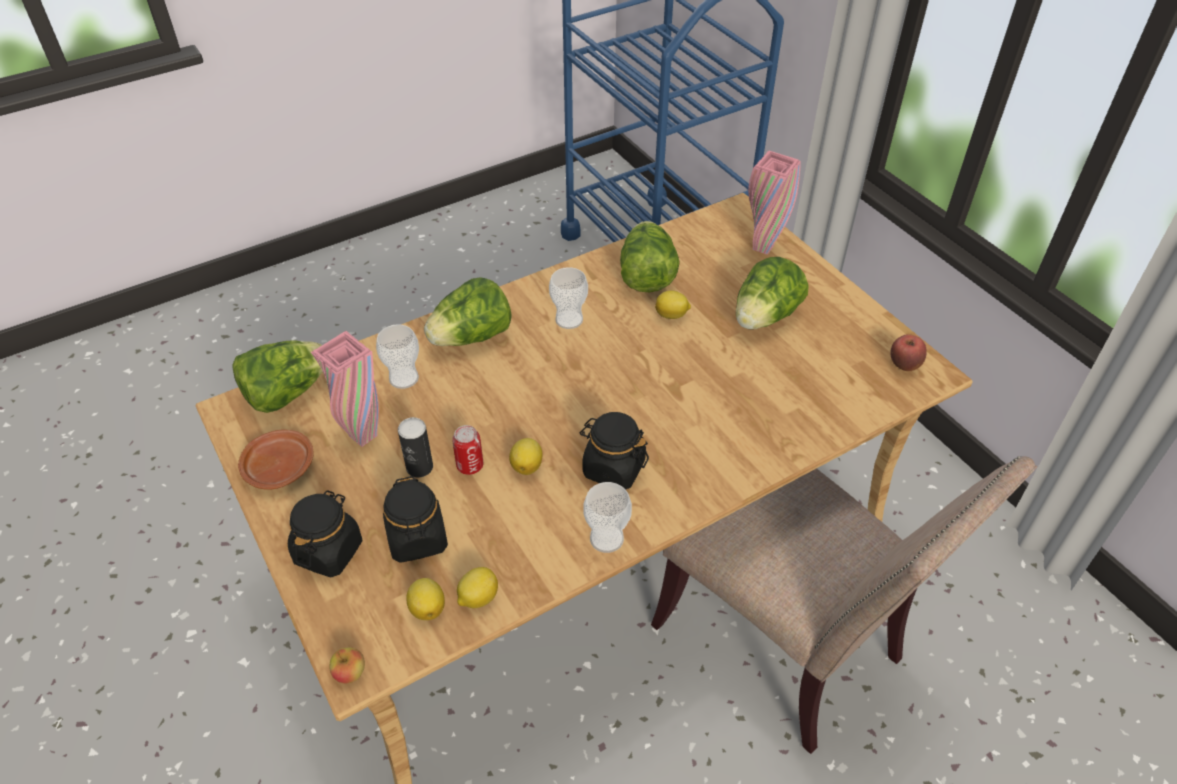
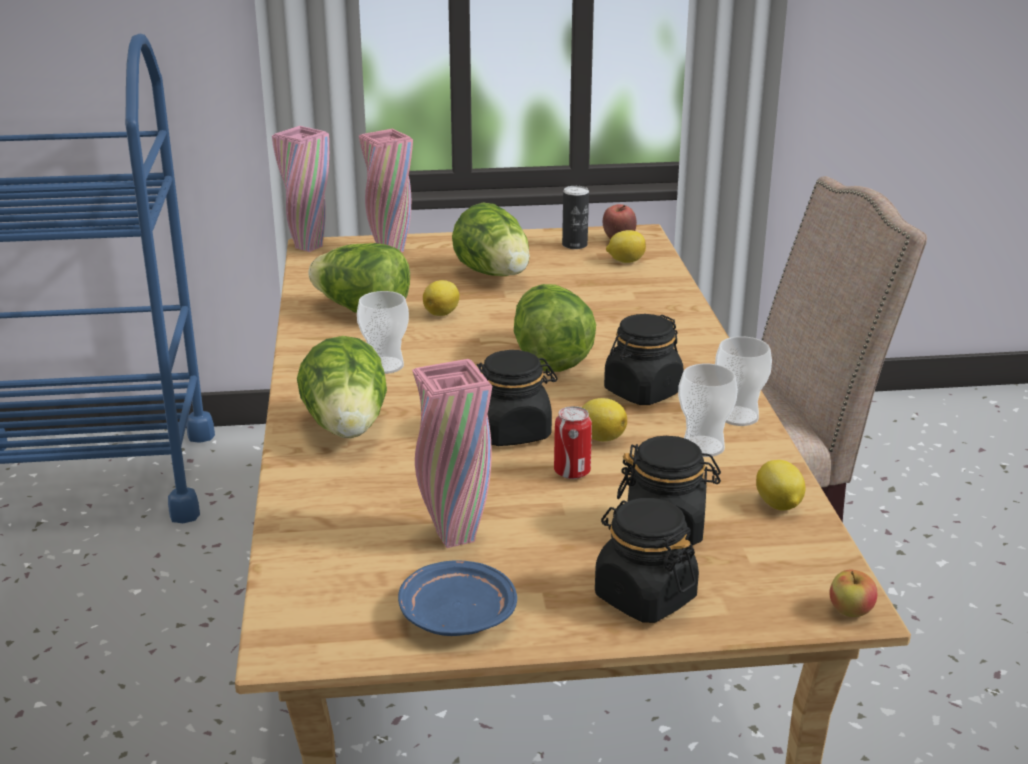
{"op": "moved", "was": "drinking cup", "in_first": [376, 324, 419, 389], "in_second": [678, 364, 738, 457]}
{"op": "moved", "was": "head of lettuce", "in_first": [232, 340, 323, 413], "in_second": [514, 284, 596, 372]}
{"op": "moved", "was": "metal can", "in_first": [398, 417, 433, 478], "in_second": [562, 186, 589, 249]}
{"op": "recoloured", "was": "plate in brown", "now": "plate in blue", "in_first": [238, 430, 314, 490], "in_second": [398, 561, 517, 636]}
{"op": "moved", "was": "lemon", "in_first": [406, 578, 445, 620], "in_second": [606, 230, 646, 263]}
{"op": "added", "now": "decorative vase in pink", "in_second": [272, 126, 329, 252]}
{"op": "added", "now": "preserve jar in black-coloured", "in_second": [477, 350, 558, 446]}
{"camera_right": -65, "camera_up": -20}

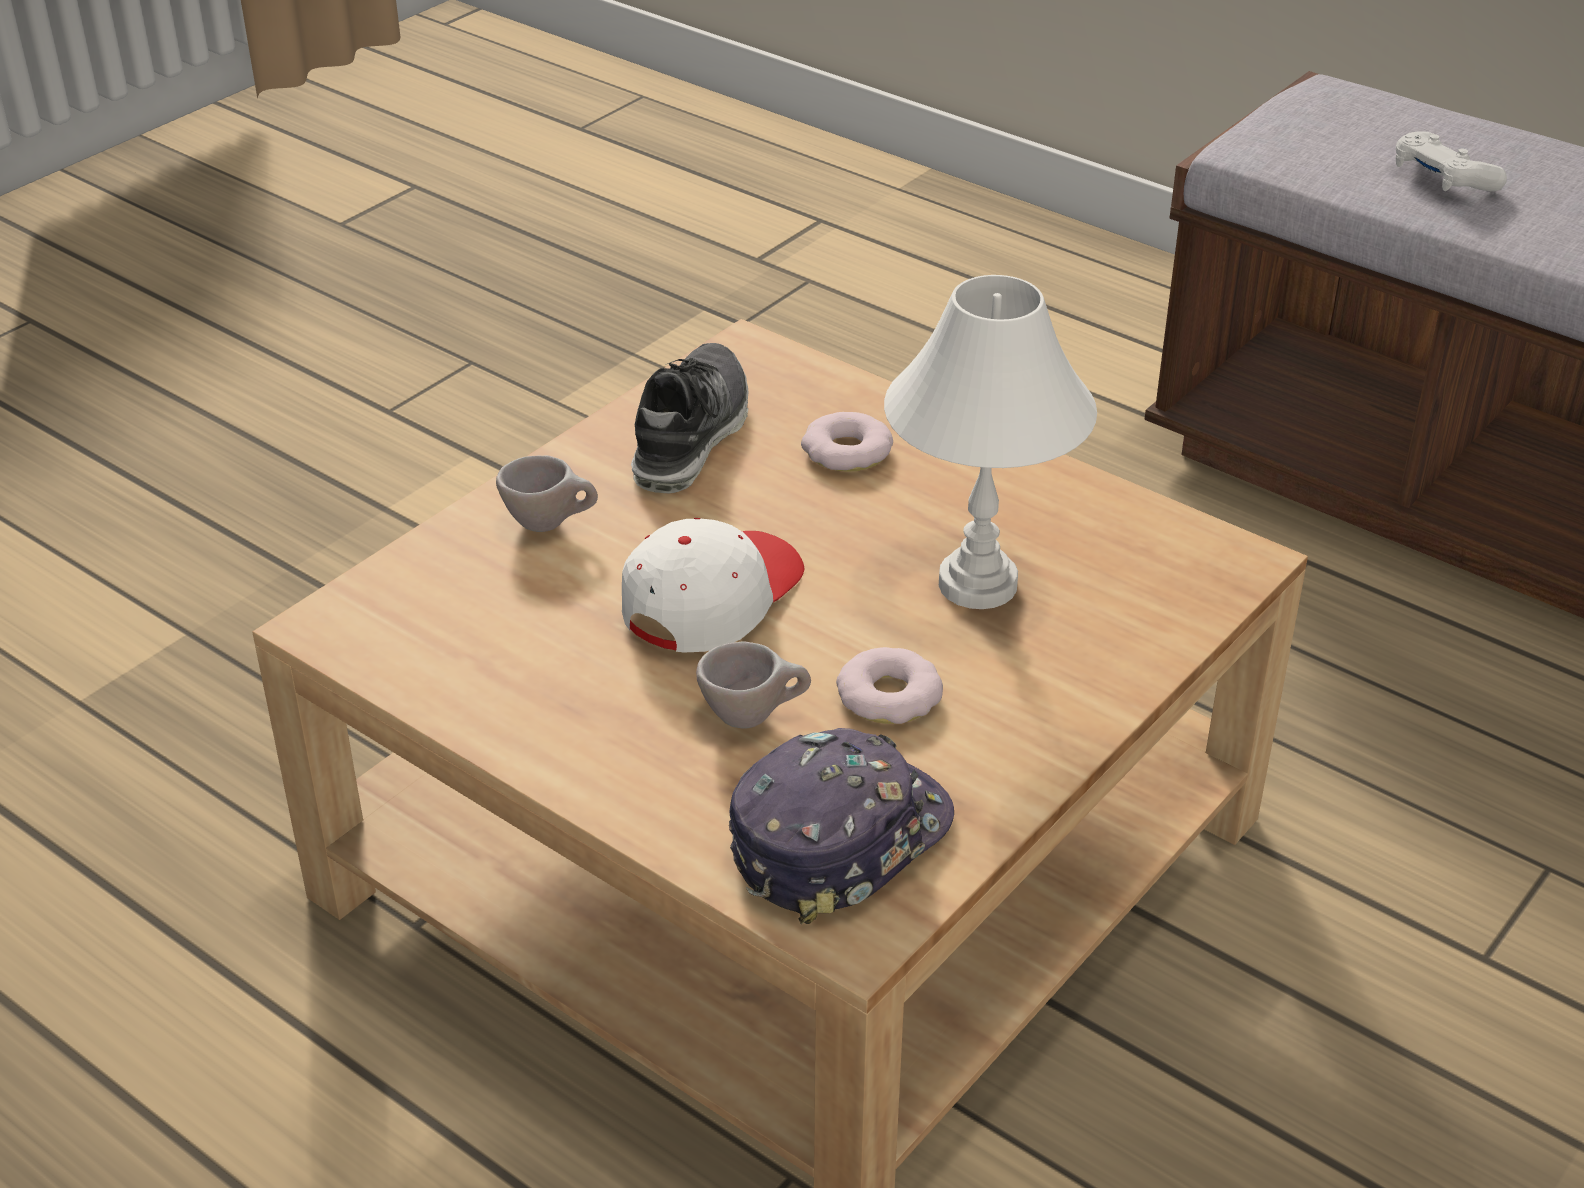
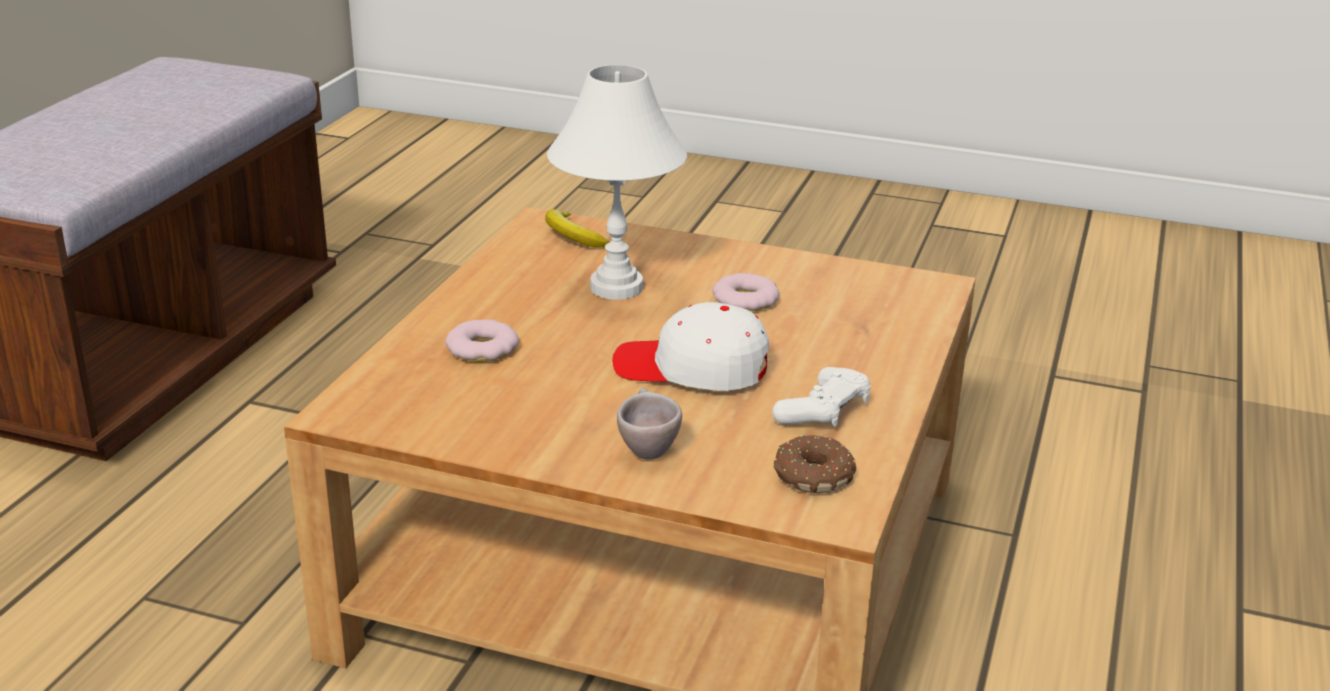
{"op": "moved", "was": "gamepad in whitish", "in_first": [1396, 131, 1507, 192], "in_second": [772, 367, 871, 427]}
{"op": "removed", "was": "shoe", "in_first": [631, 343, 748, 493]}
{"op": "removed", "was": "drinking cup in beige-coloured", "in_first": [696, 641, 811, 729]}
{"op": "removed", "was": "baseball cap", "in_first": [729, 728, 954, 924]}
{"op": "added", "now": "banana", "in_second": [545, 209, 609, 248]}
{"op": "added", "now": "donut", "in_second": [774, 435, 856, 493]}
{"camera_right": -110, "camera_up": -10}

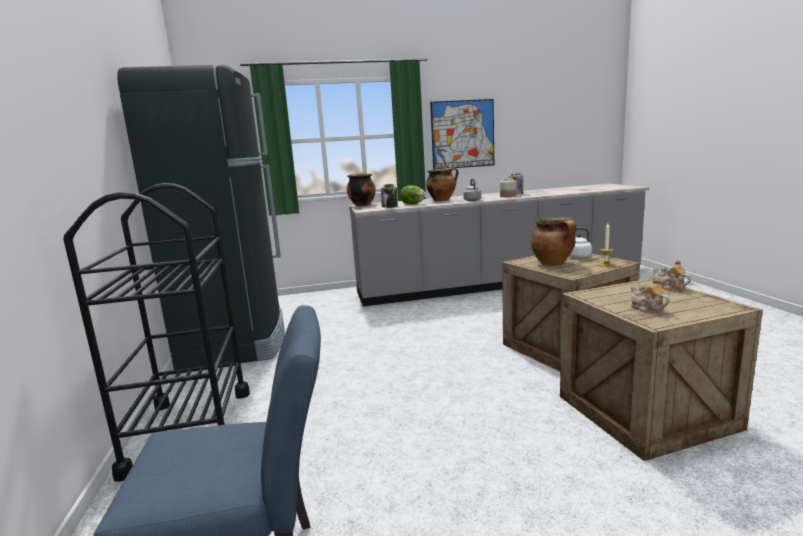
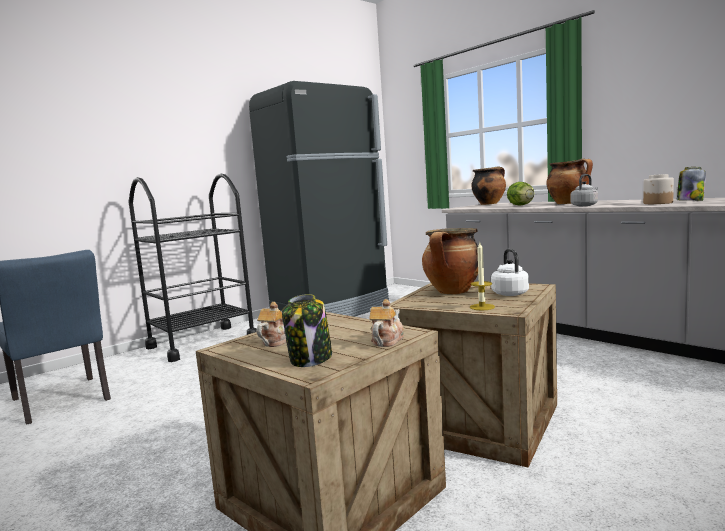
{"op": "removed", "was": "wall art", "in_first": [430, 99, 494, 170]}
{"op": "moved", "was": "preserve jar", "in_first": [381, 184, 398, 208], "in_second": [282, 294, 332, 367]}
{"camera_right": 60, "camera_up": -5}

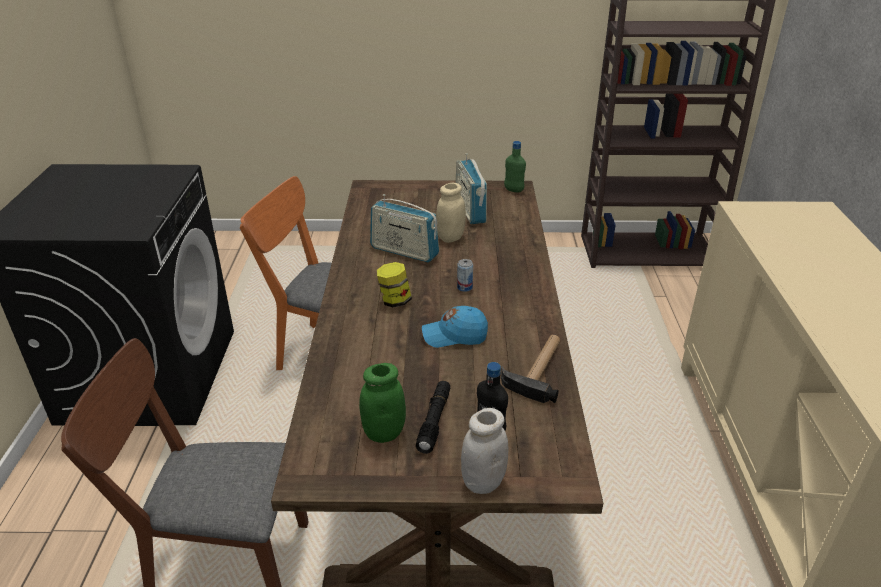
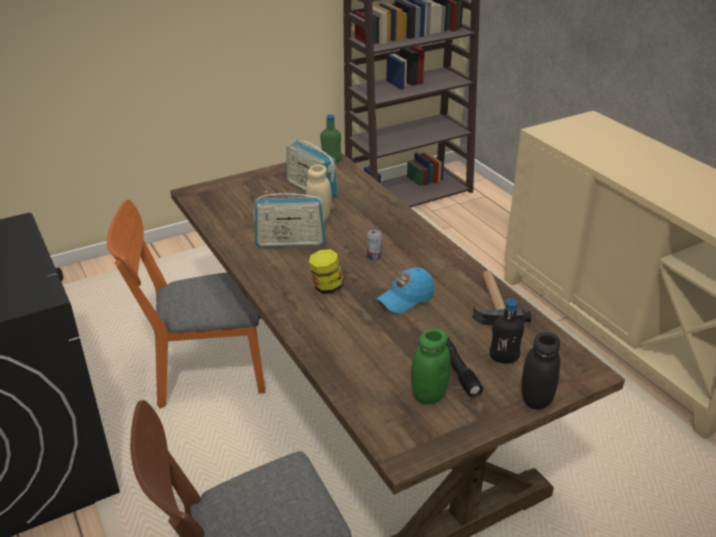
{"op": "recoloured", "was": "preserve jar in whitish", "now": "preserve jar in black-coloured", "in_first": [461, 408, 508, 494], "in_second": [522, 332, 560, 409]}
{"camera_right": -30, "camera_up": 0}

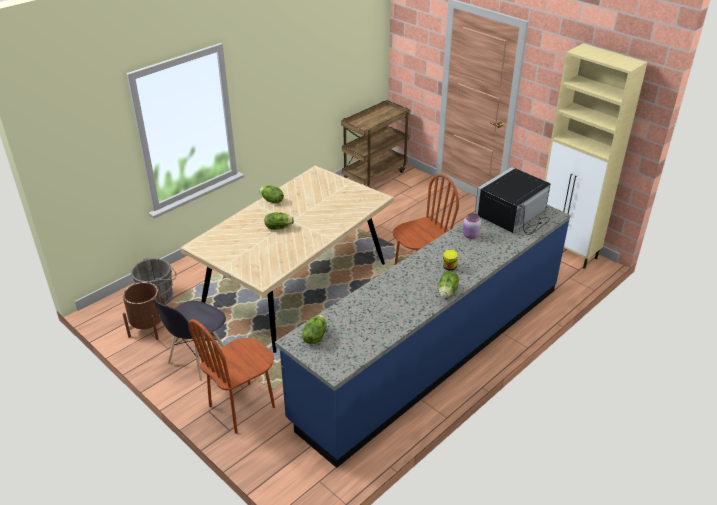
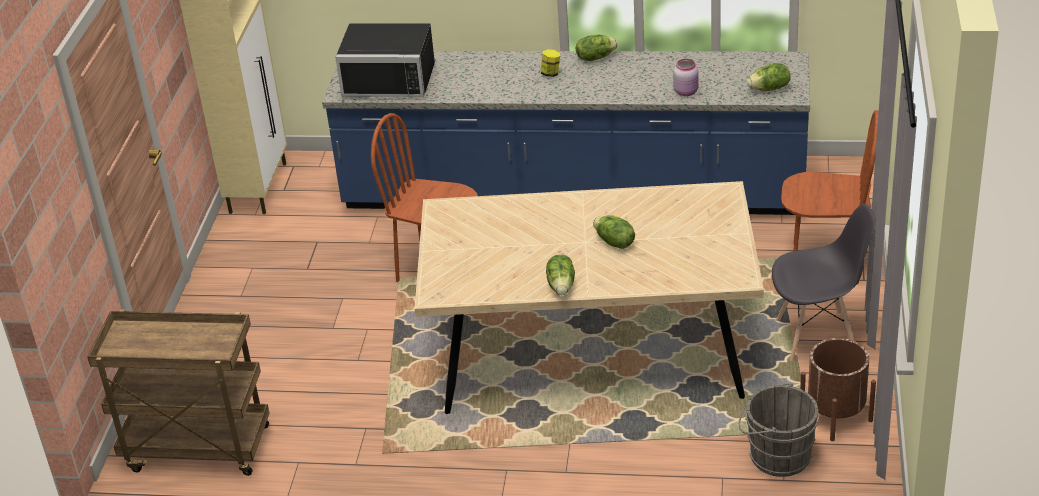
{"op": "moved", "was": "preserve jar in pink", "in_first": [463, 213, 481, 239], "in_second": [673, 59, 699, 96]}
{"camera_right": -125, "camera_up": 0}

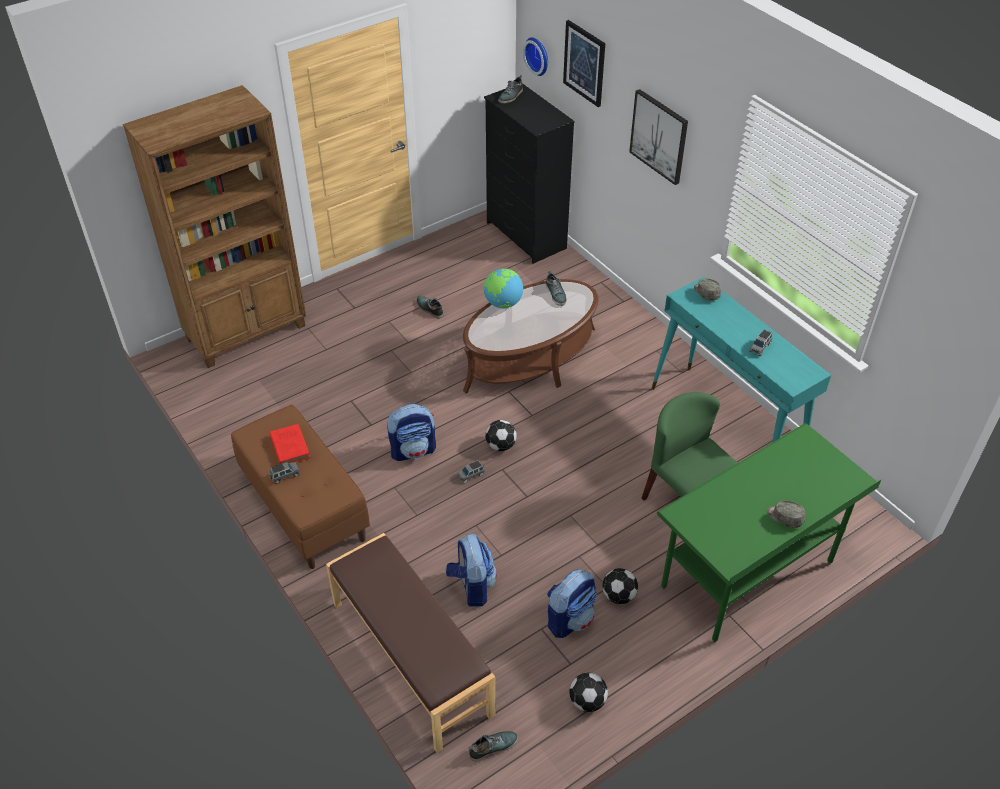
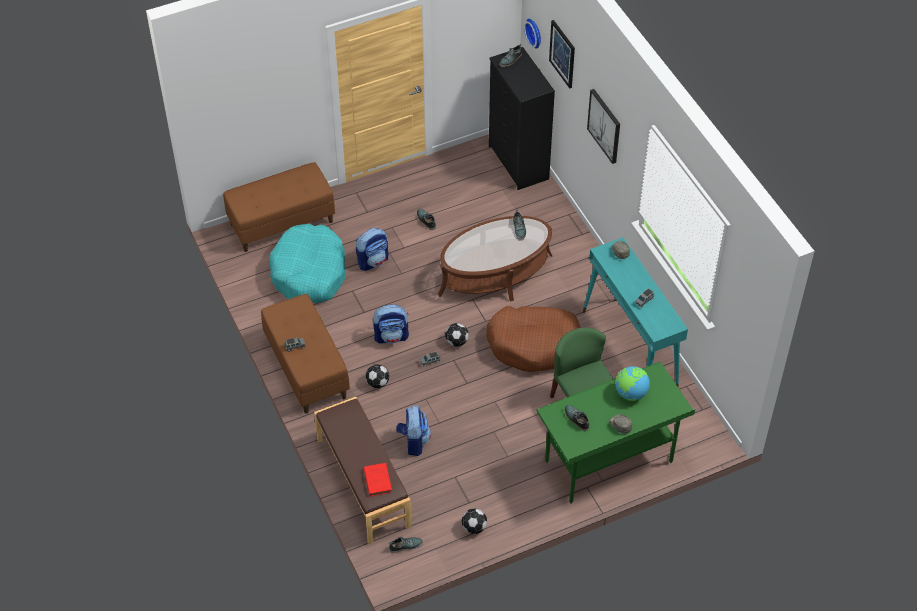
{"op": "replaced", "was": "bookcase in brown", "now": "bench in brown", "in_first": [123, 85, 306, 368], "in_second": [223, 162, 335, 252]}
{"op": "moved", "was": "desk globe", "in_first": [483, 268, 523, 308], "in_second": [615, 366, 650, 401]}
{"op": "moved", "was": "volume in red", "in_first": [270, 424, 310, 464], "in_second": [364, 463, 392, 497]}
{"op": "moved", "was": "ball for football", "in_first": [603, 568, 638, 604], "in_second": [365, 364, 389, 388]}
{"op": "moved", "was": "knapsack", "in_first": [547, 569, 597, 638], "in_second": [356, 228, 389, 271]}
{"op": "added", "now": "dog bed in blue-green", "in_second": [269, 224, 345, 303]}
{"op": "added", "now": "dog bed in brown", "in_second": [486, 306, 580, 372]}
{"op": "added", "now": "shoe", "in_second": [565, 405, 589, 431]}
{"camera_right": 10, "camera_up": 5}

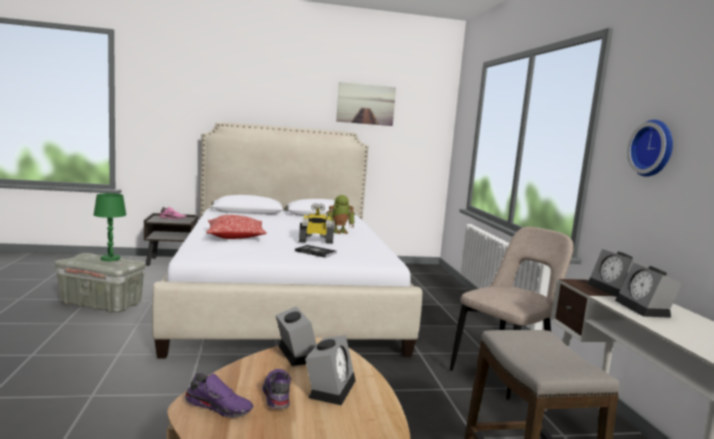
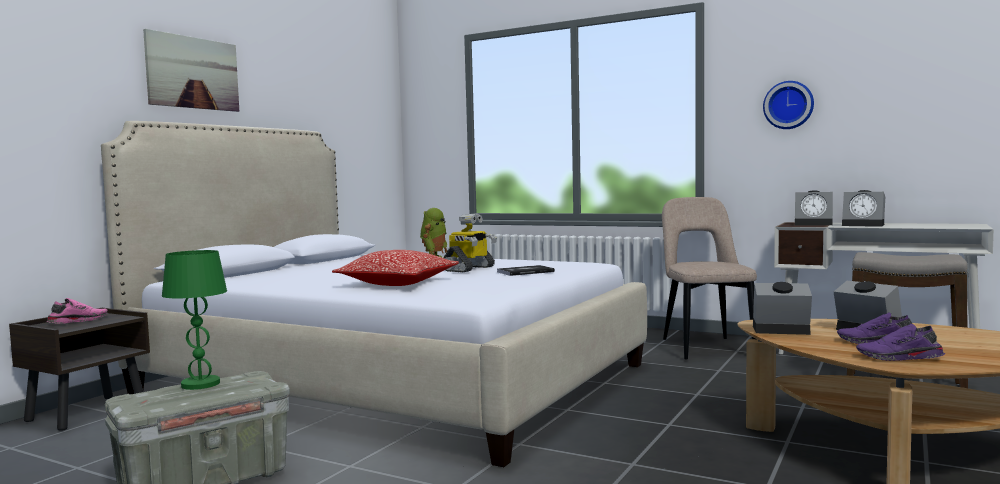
{"op": "moved", "was": "wall art", "in_first": [336, 82, 396, 126], "in_second": [143, 29, 239, 112]}
{"op": "turned", "was": "shoe in purplish", "in_first": [185, 373, 253, 418], "in_second": [856, 324, 945, 361], "clockwise": -135}
{"camera_right": -50, "camera_up": -5}

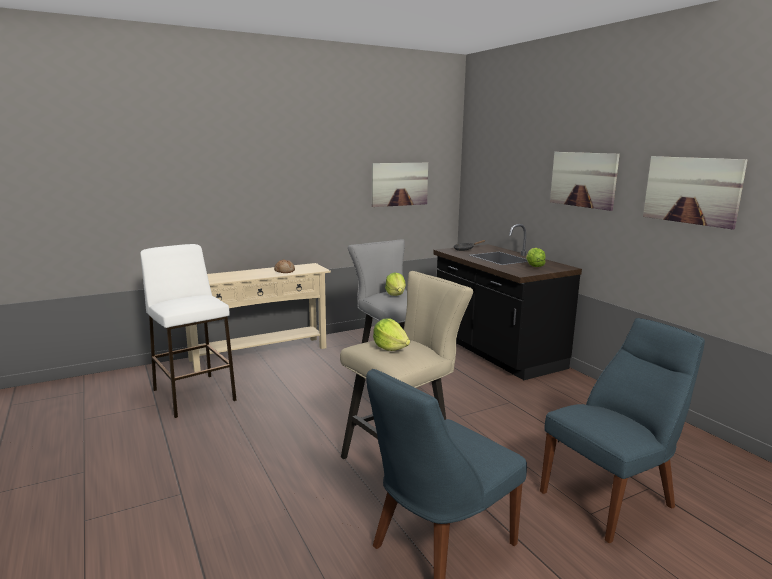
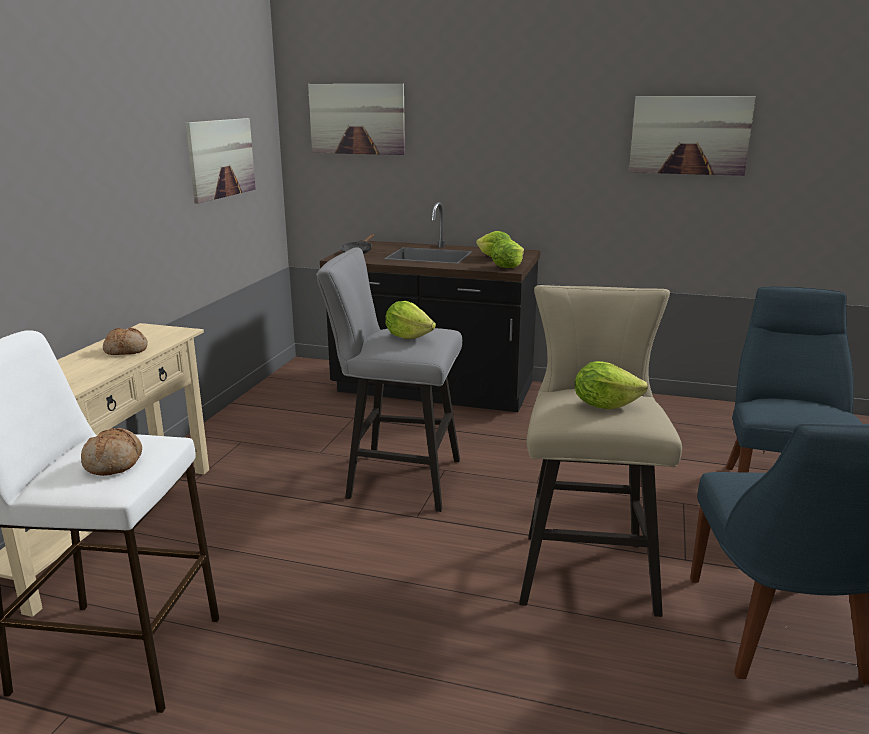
{"op": "moved", "was": "wall art", "in_first": [550, 152, 620, 211], "in_second": [308, 84, 405, 155]}
{"op": "added", "now": "head of lettuce", "in_second": [491, 239, 524, 268]}
{"op": "added", "now": "baked bread", "in_second": [81, 428, 142, 476]}
{"camera_right": -45, "camera_up": 5}

